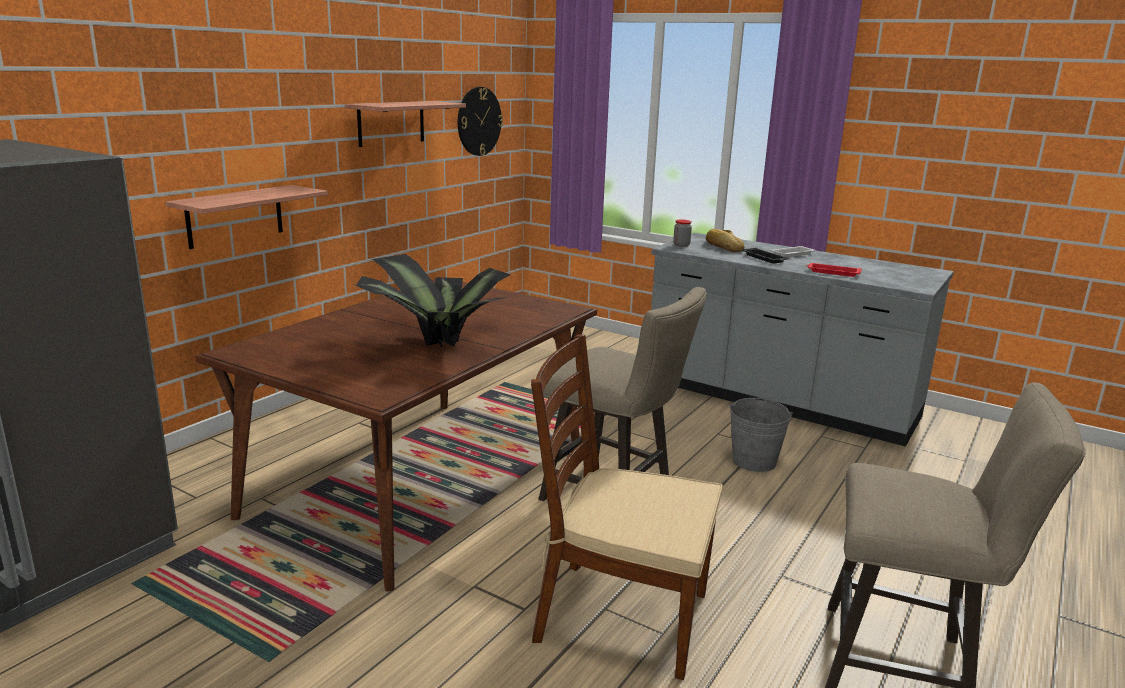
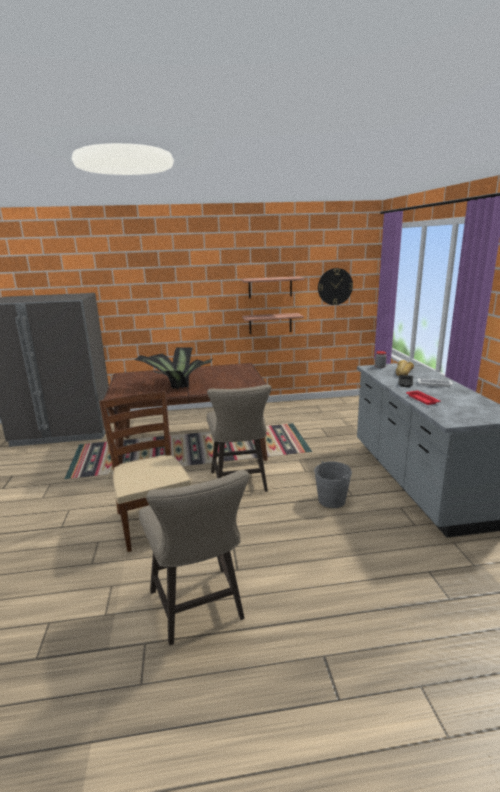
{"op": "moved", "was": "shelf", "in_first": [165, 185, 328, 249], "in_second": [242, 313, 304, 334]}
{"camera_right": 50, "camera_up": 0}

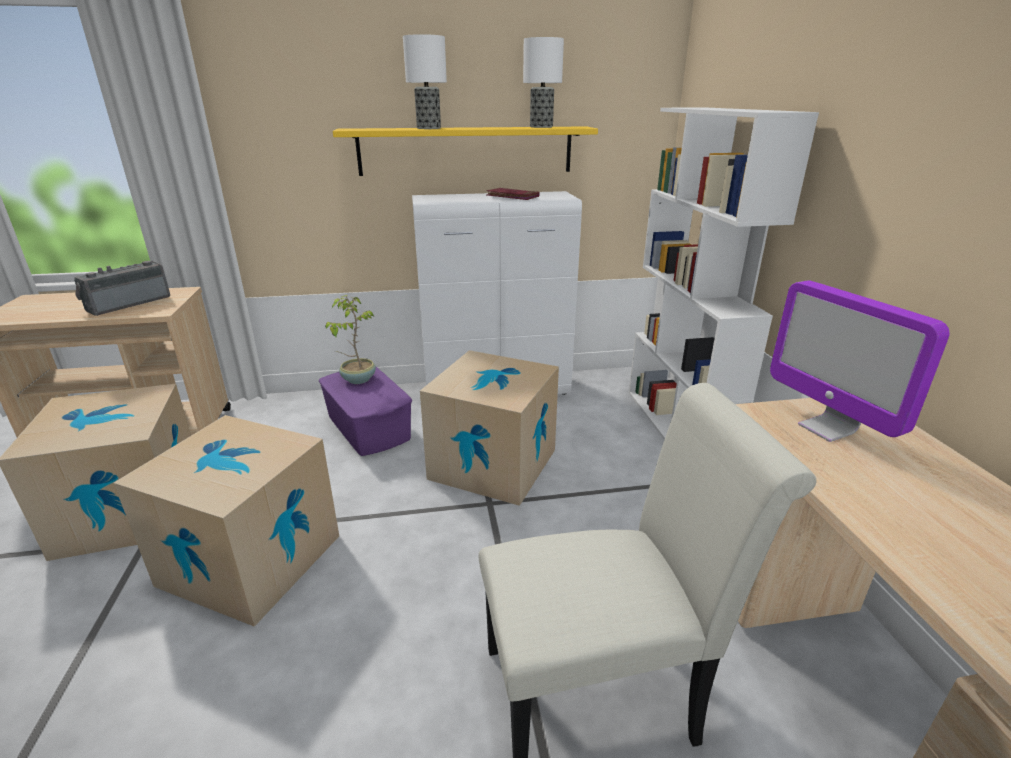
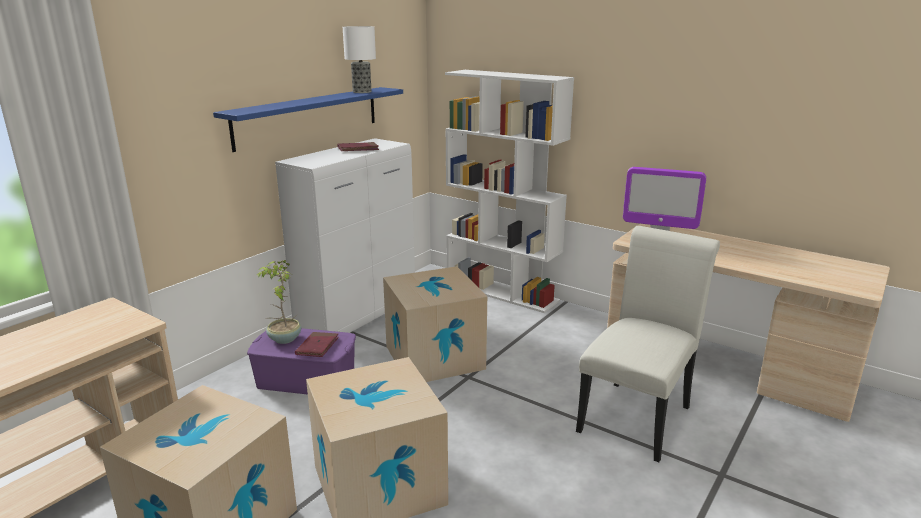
{"op": "removed", "was": "lamp for a table", "in_first": [403, 34, 447, 129]}
{"op": "recoloured", "was": "shelf in yellow-coloured", "now": "shelf in blue", "in_first": [333, 126, 598, 176], "in_second": [213, 87, 403, 152]}
{"op": "removed", "was": "radio", "in_first": [74, 261, 170, 316]}
{"op": "added", "now": "volume in red", "in_second": [295, 332, 339, 357]}
{"camera_right": -45, "camera_up": -5}

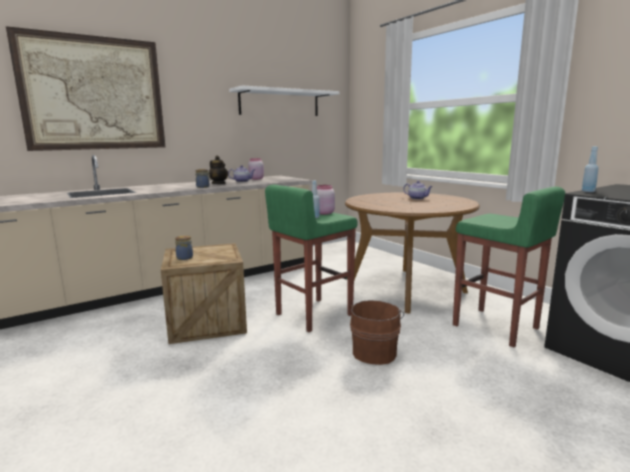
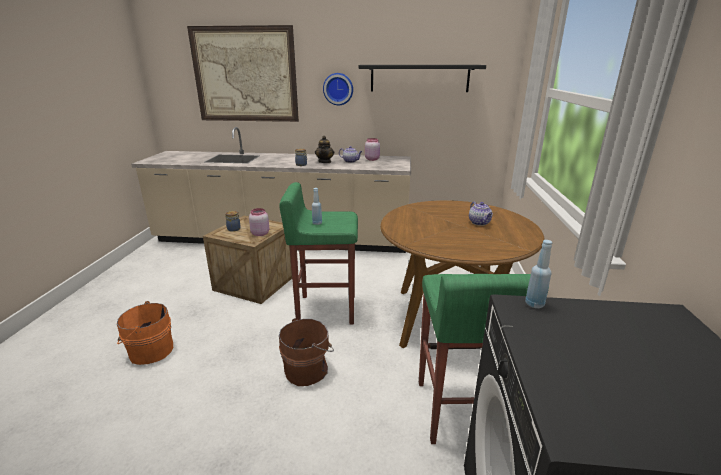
{"op": "recoloured", "was": "shelf in whitish", "now": "shelf in black-coloured", "in_first": [229, 86, 340, 116], "in_second": [359, 65, 486, 92]}
{"op": "moved", "was": "preserve jar in pink", "in_first": [317, 185, 335, 215], "in_second": [249, 208, 269, 236]}
{"op": "added", "now": "clock on the wall", "in_second": [323, 73, 353, 105]}
{"op": "added", "now": "water bucket in orangey", "in_second": [117, 301, 173, 365]}
{"camera_right": 40, "camera_up": 10}

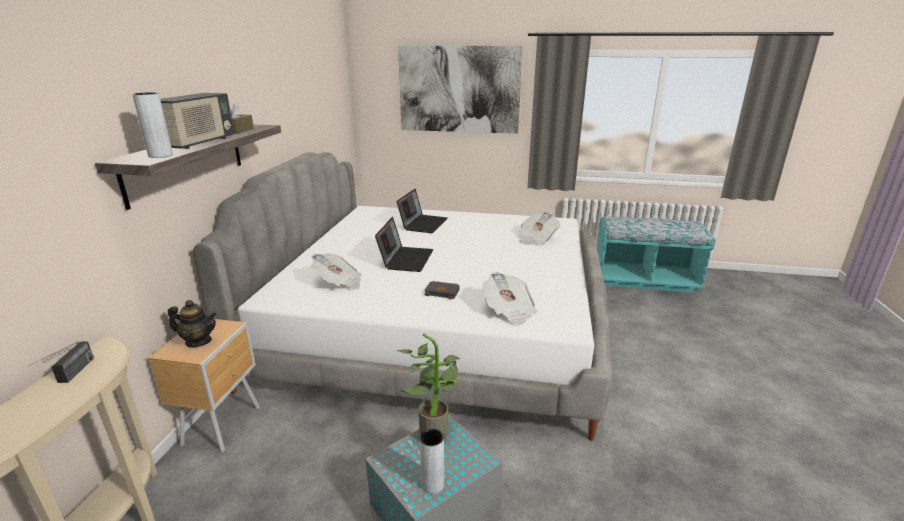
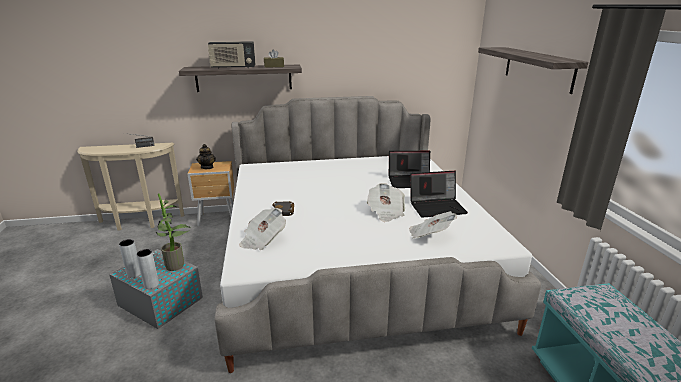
{"op": "replaced", "was": "wall art", "now": "shelf", "in_first": [398, 46, 523, 134], "in_second": [478, 47, 588, 94]}
{"op": "moved", "was": "decorative vase in greyish", "in_first": [132, 92, 173, 158], "in_second": [136, 249, 159, 289]}
{"op": "moved", "was": "portable computer", "in_first": [375, 217, 433, 272], "in_second": [410, 171, 468, 218]}
{"op": "moved", "was": "printed paper", "in_first": [312, 254, 362, 289], "in_second": [367, 183, 405, 222]}
{"camera_right": 70, "camera_up": 0}

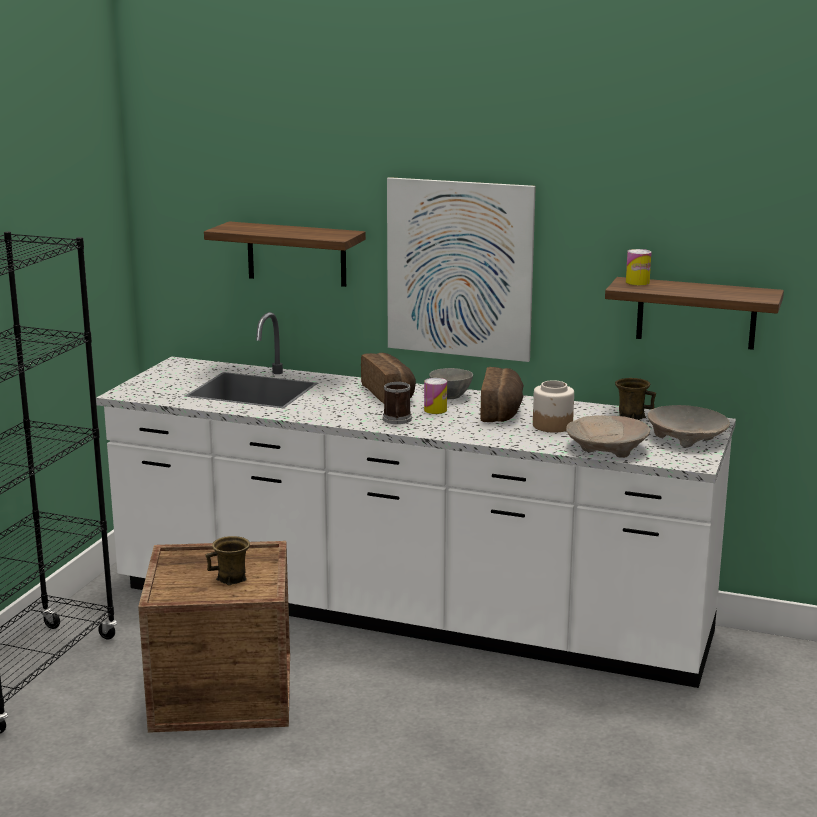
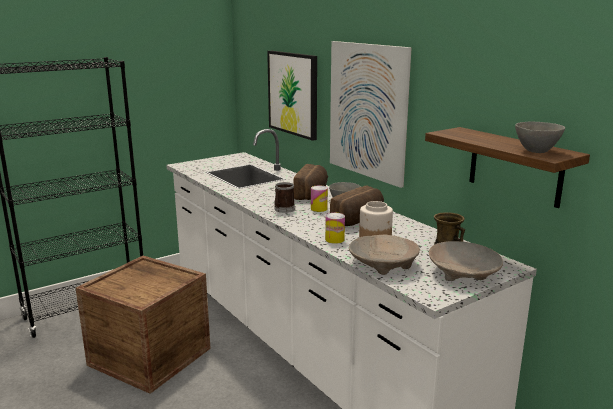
{"op": "replaced", "was": "shelf", "now": "wall art", "in_first": [204, 222, 366, 287], "in_second": [267, 51, 317, 141]}
{"op": "moved", "was": "metal can", "in_first": [626, 249, 651, 285], "in_second": [325, 213, 345, 244]}
{"op": "removed", "was": "tea mug in brown", "in_first": [206, 536, 250, 585]}
{"op": "added", "now": "deep dish in greyish", "in_second": [515, 122, 565, 153]}
{"camera_right": 35, "camera_up": 0}

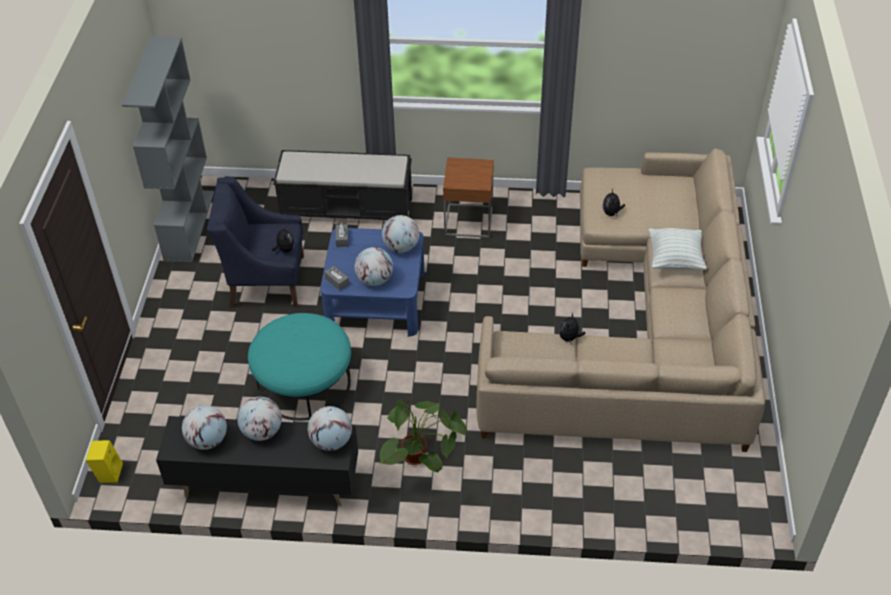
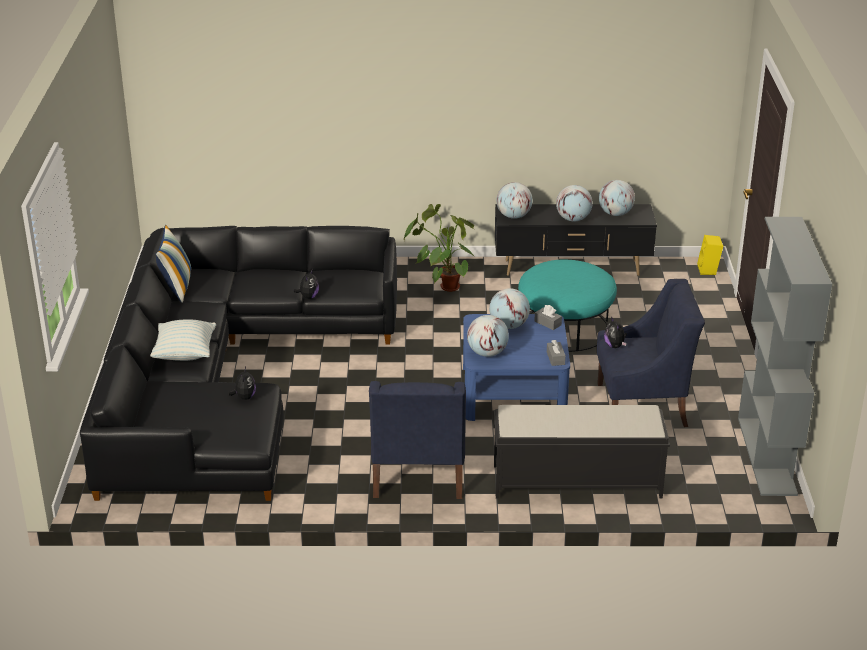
{"op": "recoloured", "was": "couch in beige-coloured", "now": "couch in black-coloured", "in_first": [477, 148, 765, 452], "in_second": [80, 226, 397, 501]}
{"op": "replaced", "was": "accent table in brown", "now": "easy chair in blue", "in_first": [443, 157, 494, 238], "in_second": [369, 381, 466, 499]}
{"op": "added", "now": "throw pillow", "in_second": [156, 225, 191, 303]}
{"camera_right": 175, "camera_up": -15}

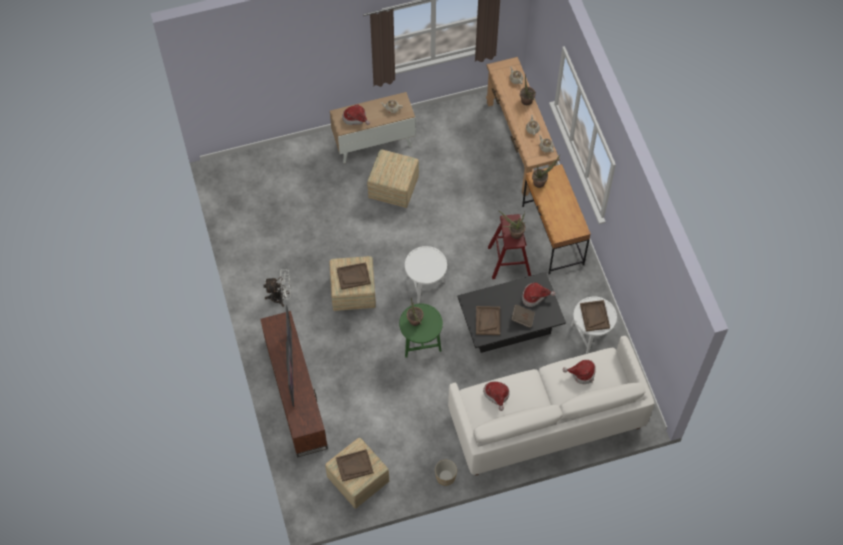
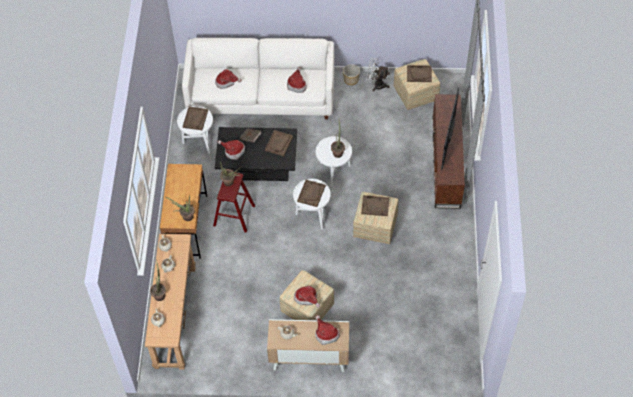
{"op": "moved", "was": "electric fan in whitish", "in_first": [263, 269, 291, 307], "in_second": [366, 58, 390, 91]}
{"op": "recoloured", "was": "accent table in greenish", "now": "accent table in whitish", "in_first": [399, 304, 443, 358], "in_second": [316, 136, 352, 187]}
{"op": "added", "now": "serving tray in brown", "in_second": [297, 180, 325, 207]}
{"op": "added", "now": "hat", "in_second": [294, 286, 320, 307]}
{"camera_right": -160, "camera_up": -5}

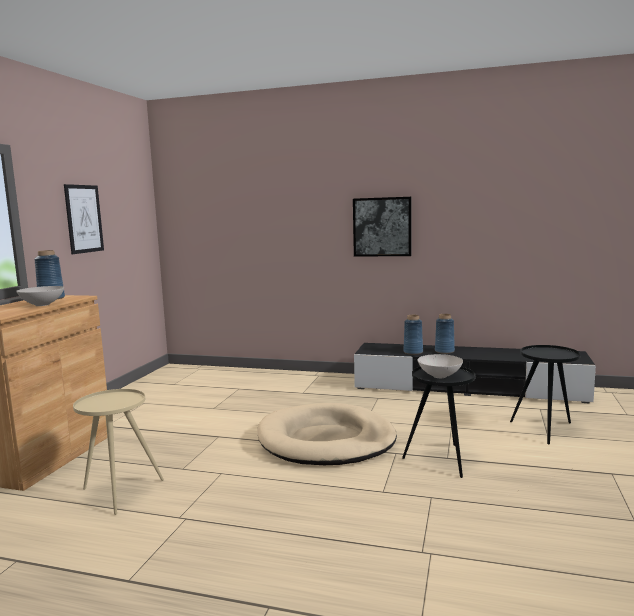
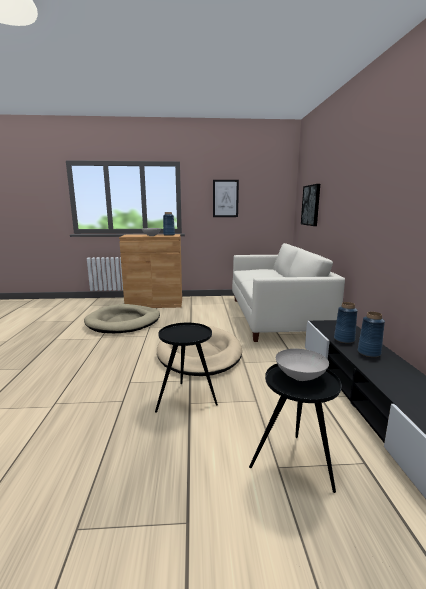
{"op": "moved", "was": "wall art", "in_first": [353, 197, 412, 257], "in_second": [301, 184, 320, 226]}
{"op": "moved", "was": "deep dish in whitish", "in_first": [418, 354, 463, 378], "in_second": [276, 349, 329, 381]}
{"op": "replaced", "was": "accent table in beige-coloured", "now": "dog bed in beige-coloured", "in_first": [73, 389, 164, 515], "in_second": [84, 304, 160, 333]}
{"op": "added", "now": "couch in whitish", "in_second": [232, 243, 345, 342]}
{"camera_right": 70, "camera_up": 5}

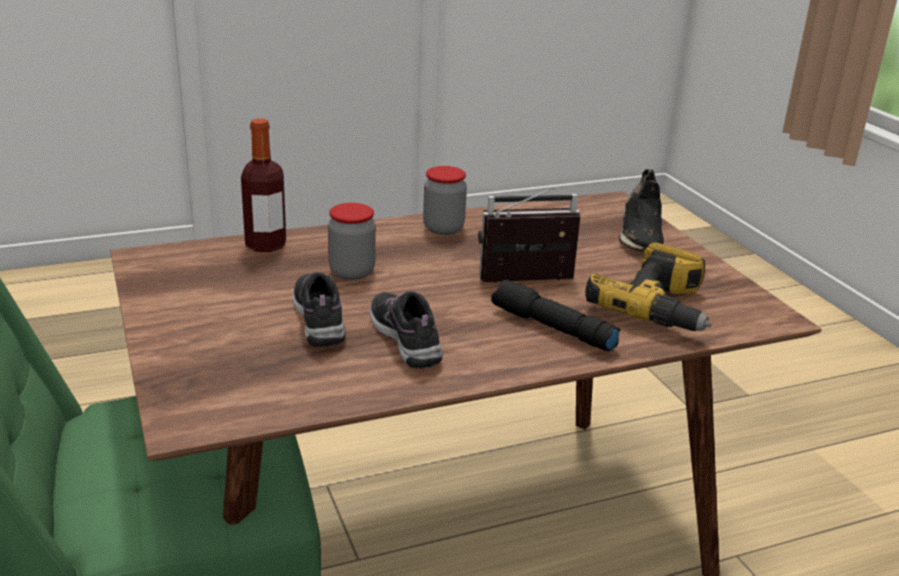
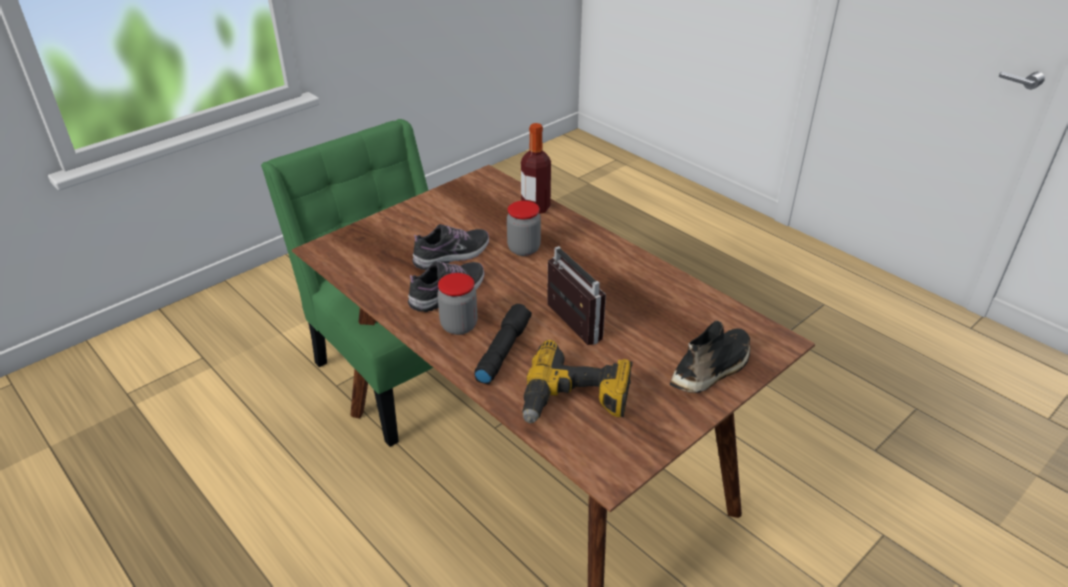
{"op": "moved", "was": "preserve jar", "in_first": [423, 166, 467, 235], "in_second": [437, 273, 478, 335]}
{"op": "turned", "was": "shoe in black-coloured", "in_first": [619, 169, 664, 252], "in_second": [670, 320, 750, 393], "clockwise": 150}
{"camera_right": 70, "camera_up": 10}

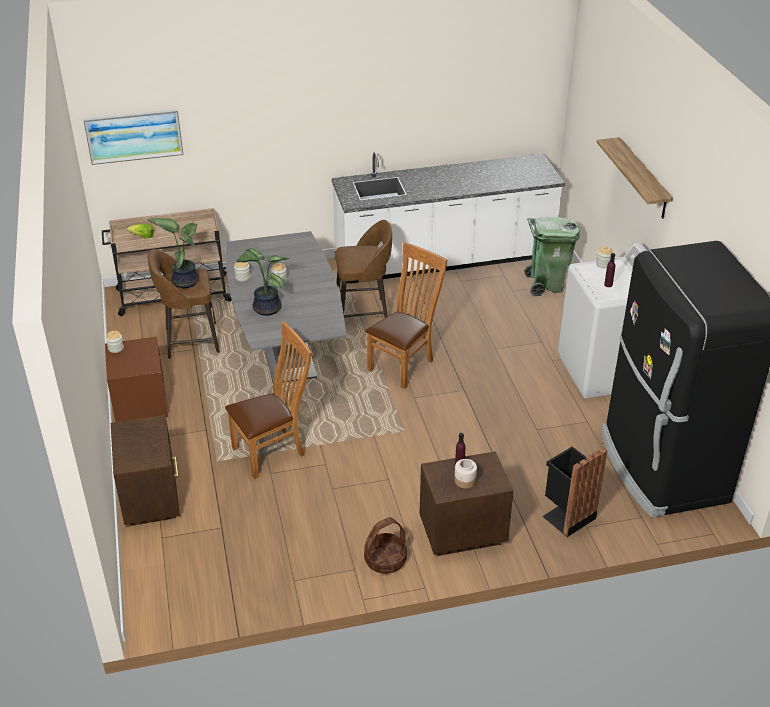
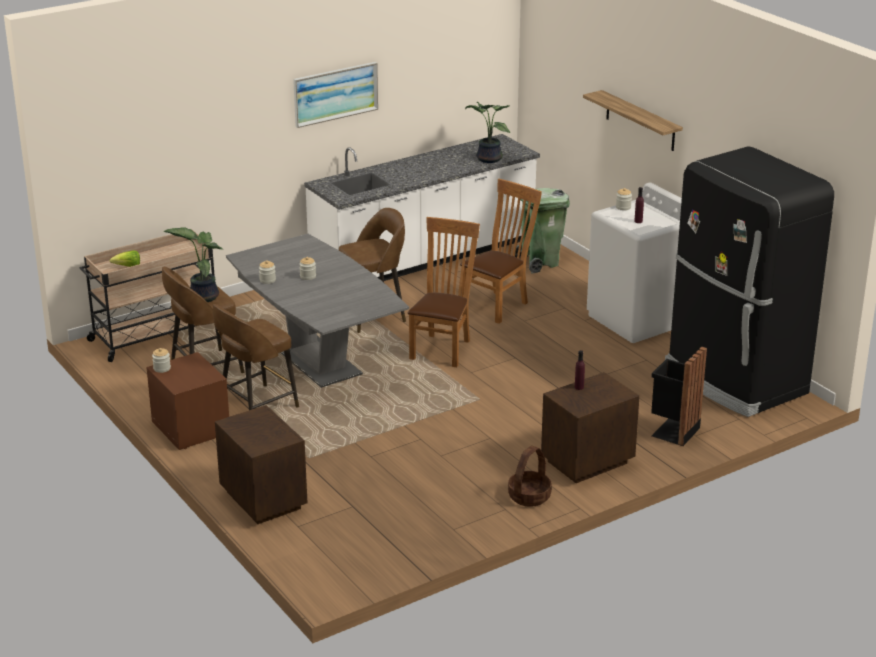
{"op": "moved", "was": "wall art", "in_first": [83, 109, 184, 165], "in_second": [293, 62, 378, 128]}
{"op": "moved", "was": "plant in a pot", "in_first": [236, 248, 290, 316], "in_second": [465, 102, 510, 163]}
{"op": "moved", "was": "upright chair in brown", "in_first": [225, 321, 312, 479], "in_second": [460, 179, 542, 324]}
{"op": "removed", "was": "preserve jar", "in_first": [454, 459, 477, 489]}
{"op": "added", "now": "stool in brown", "in_second": [213, 304, 299, 410]}
{"camera_right": -20, "camera_up": -10}

